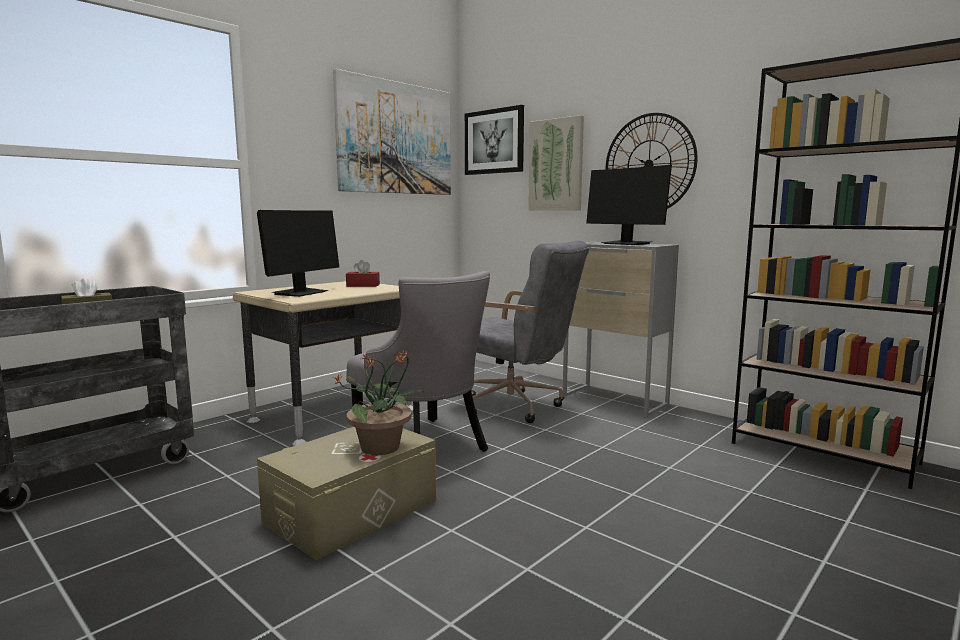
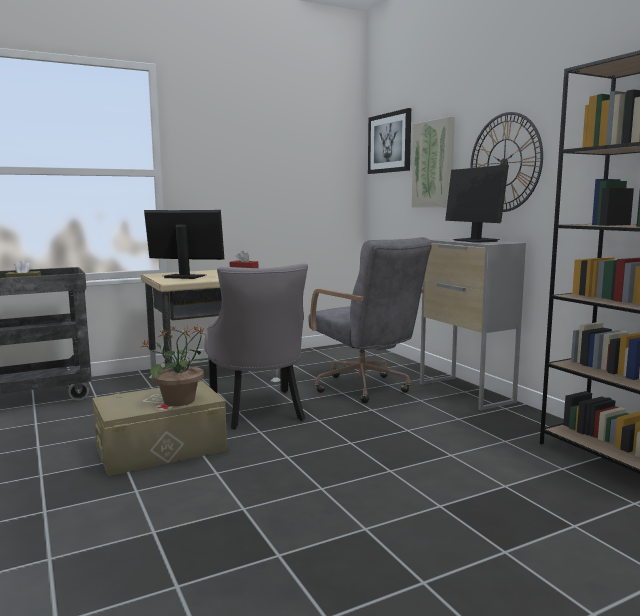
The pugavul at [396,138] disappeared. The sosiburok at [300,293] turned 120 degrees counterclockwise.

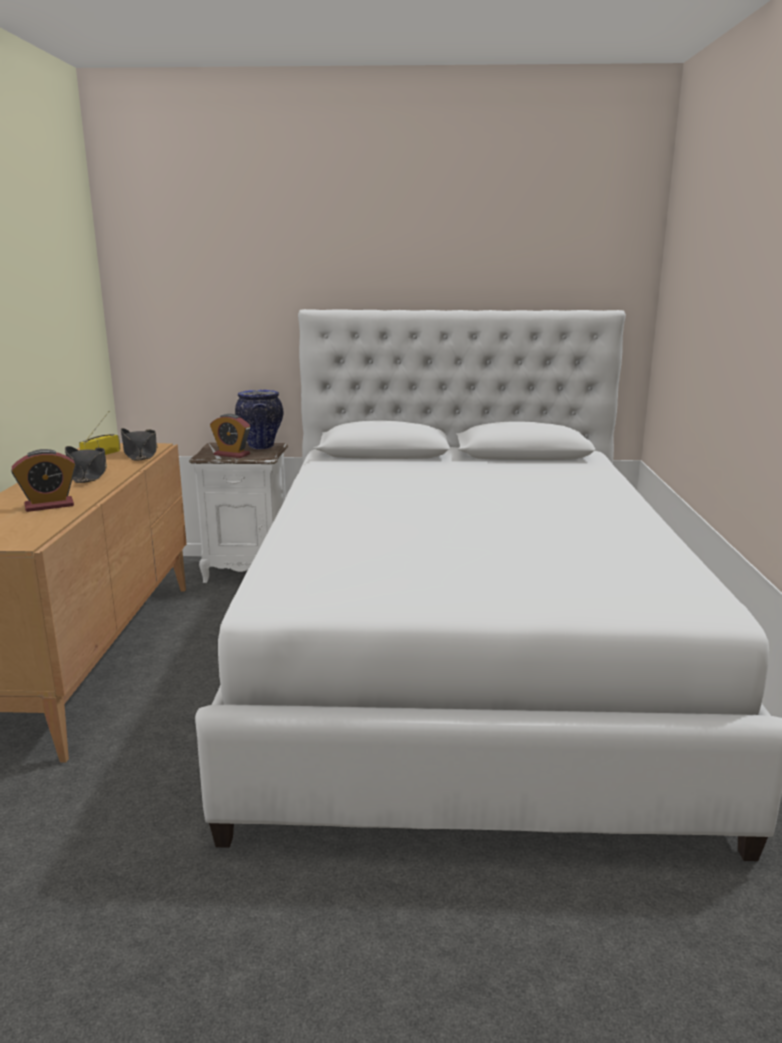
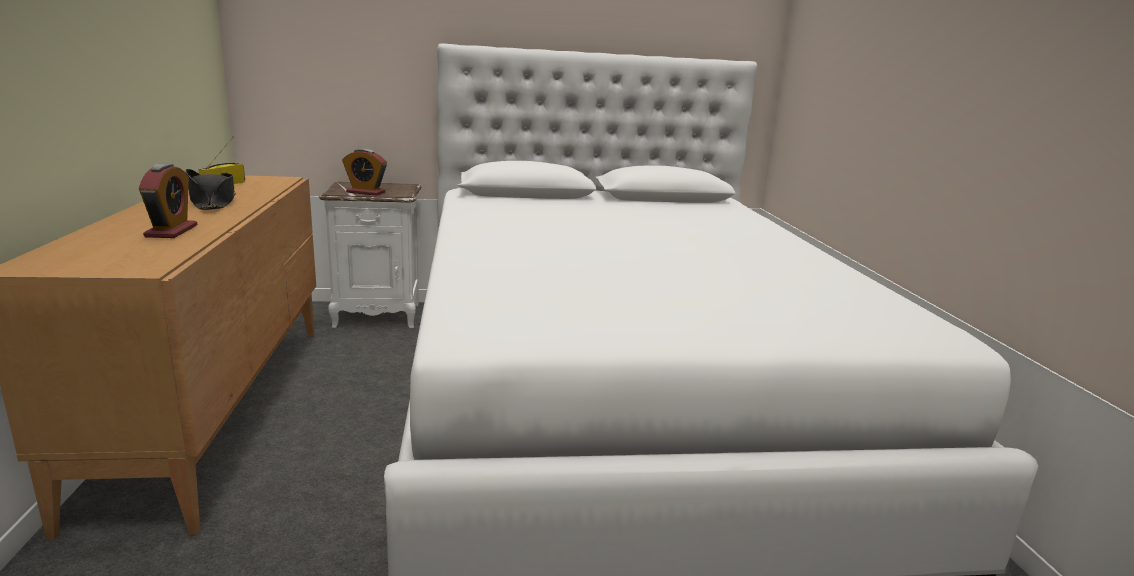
The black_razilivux at [140,453] disappeared. The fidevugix at [261,446] disappeared. The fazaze at [49,505] turned 60 degrees counterclockwise.

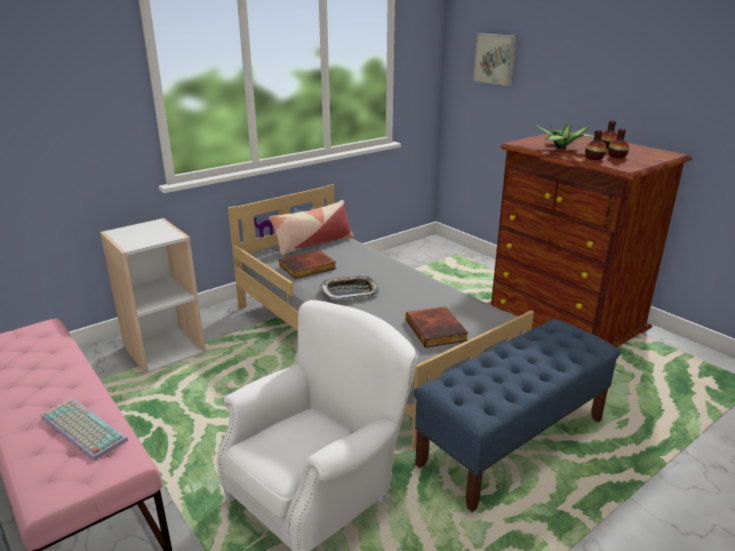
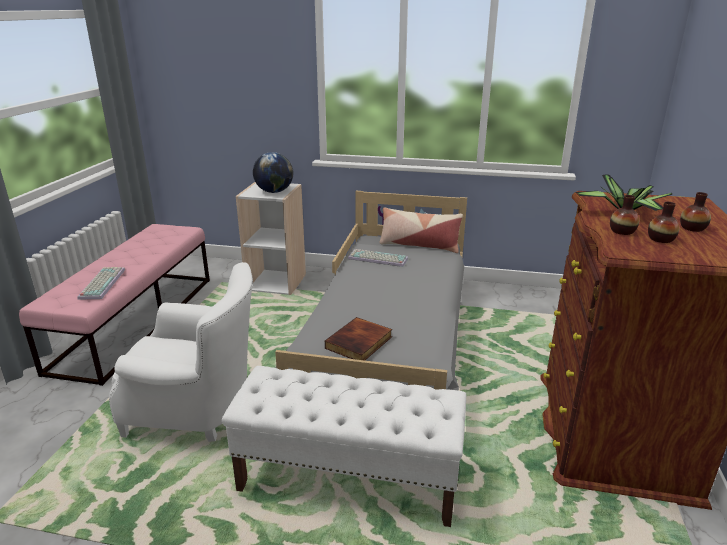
The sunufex at [349,291] disappeared. The pugavul at [496,59] disappeared. The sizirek at [274,192] appeared. The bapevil at [307,267] was replaced by the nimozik at [377,259]. The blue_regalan at [513,442] became the white_regalan at [349,478].

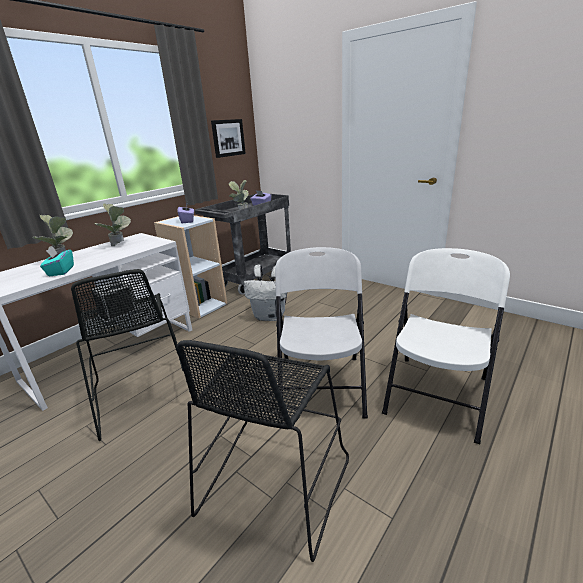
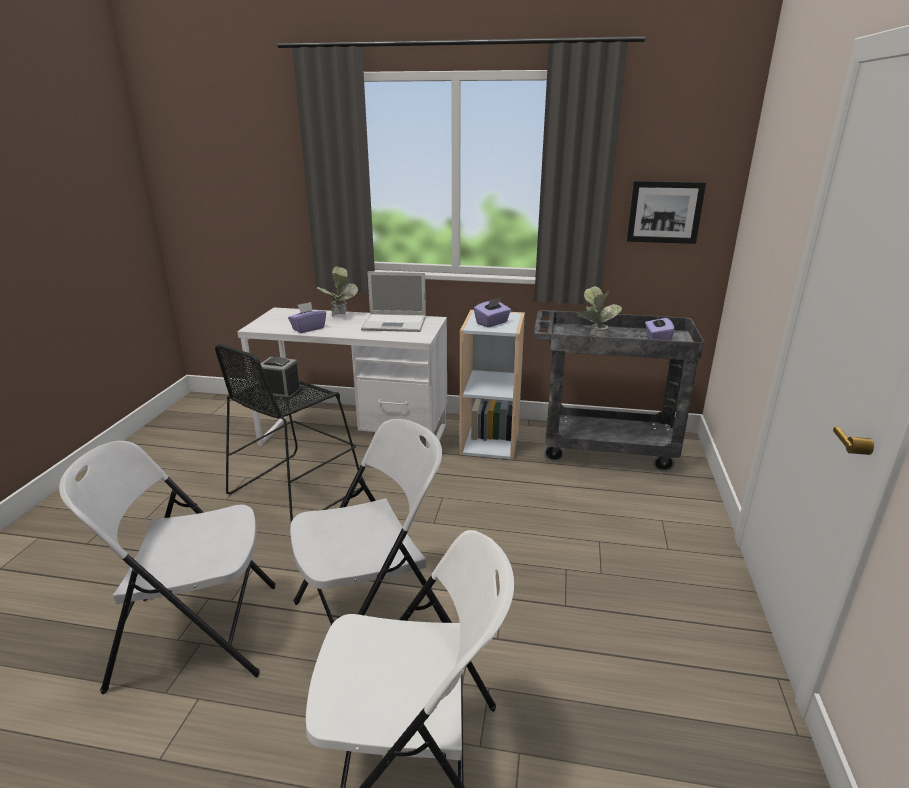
The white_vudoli at [270,316] disappeared. The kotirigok at [120,245] was replaced by the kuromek at [396,323]. The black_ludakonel at [273,483] was replaced by the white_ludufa at [197,633]. The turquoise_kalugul at [61,271] became the purple_kalugul at [308,328].

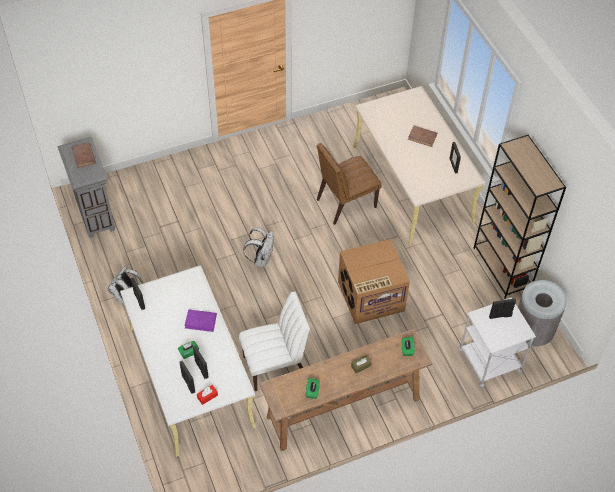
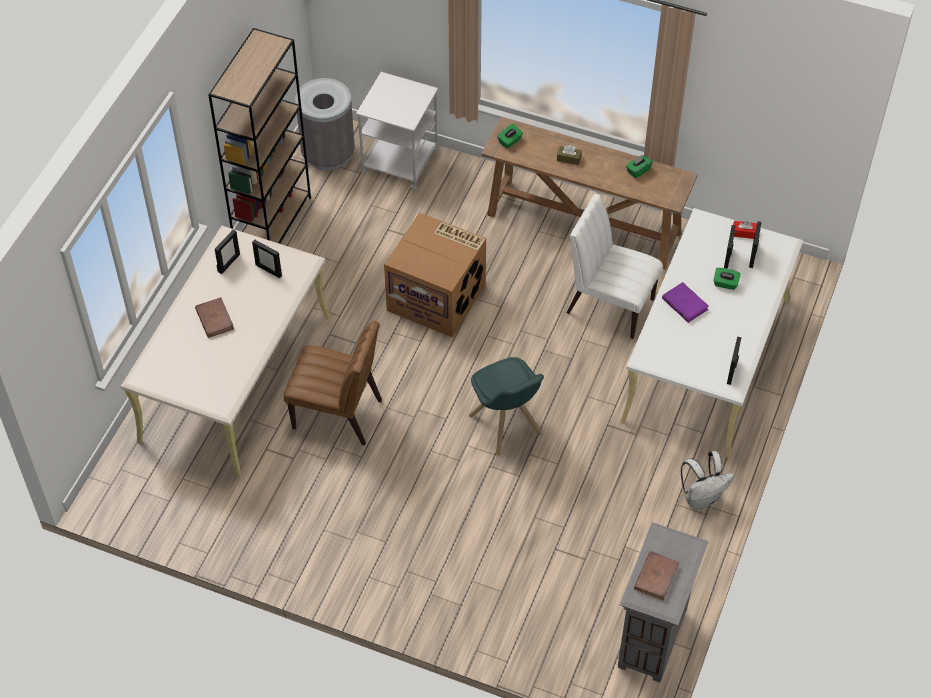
The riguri moved from [500,316] to [269,270]. The white_vudoli at [261,259] was replaced by the turquoise_ludufa at [506,424].

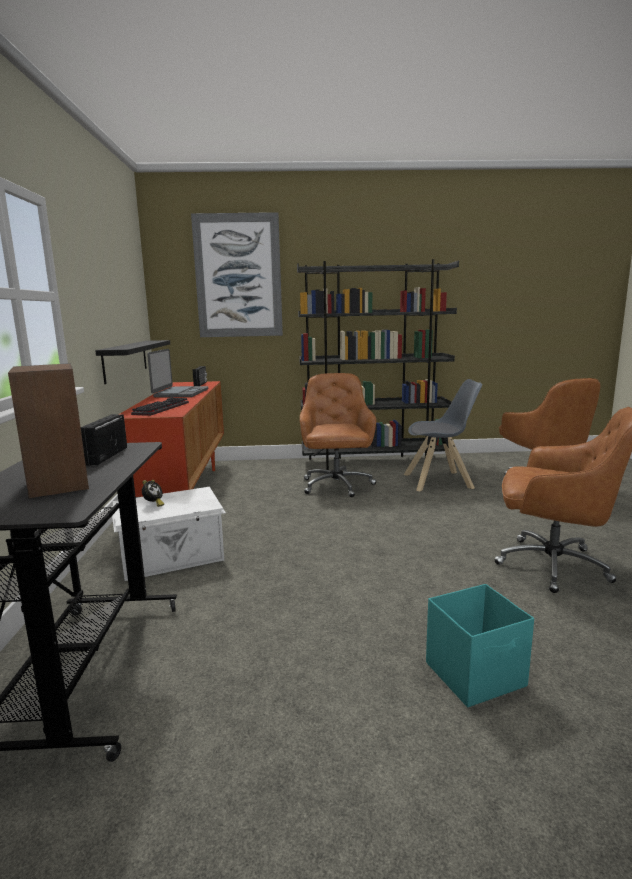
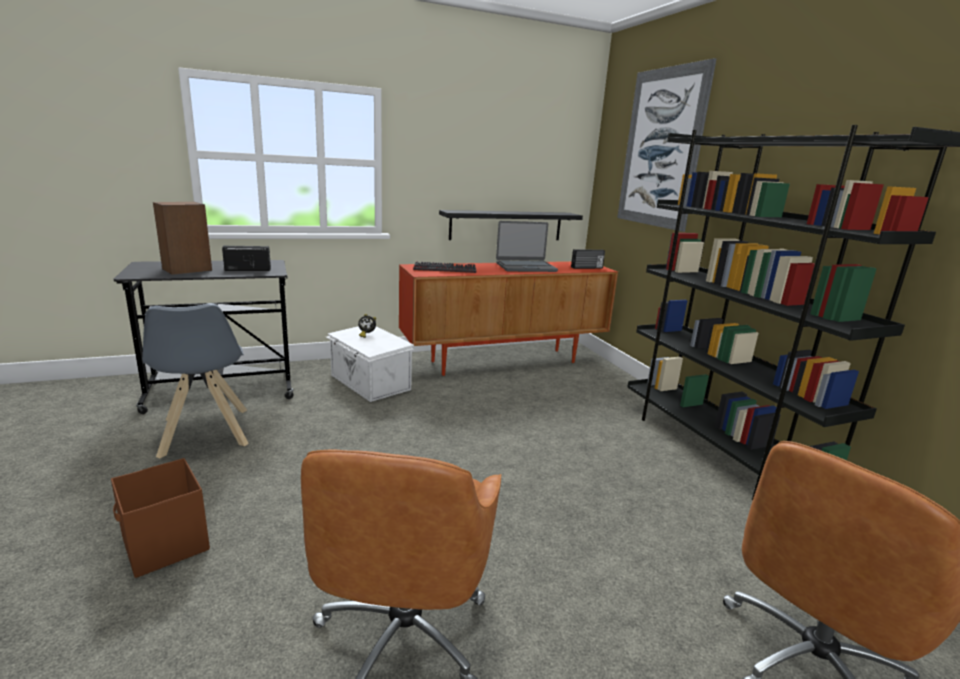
The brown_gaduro at [337,485] disappeared. The grey_ludufa moved from [440,481] to [205,434]. The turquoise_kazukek at [476,675] became the brown_kazukek at [165,545].

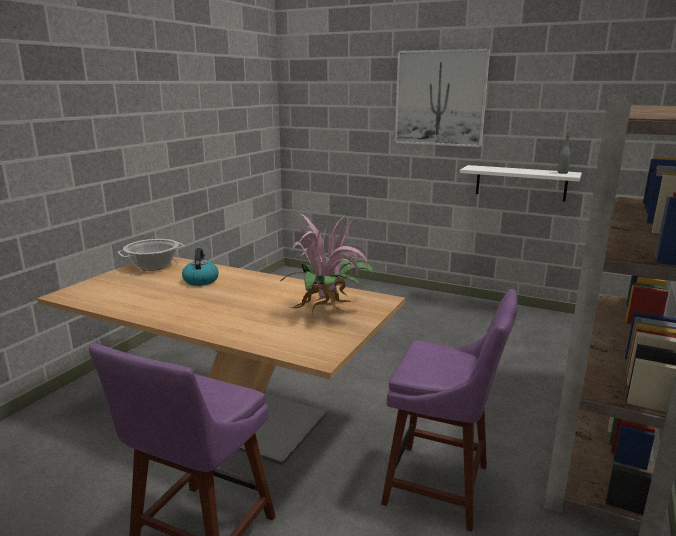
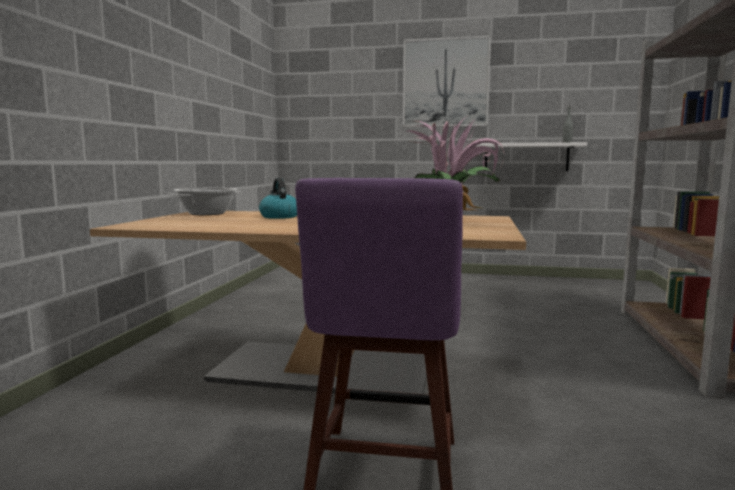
The purple_ludufa at [443,486] disappeared.

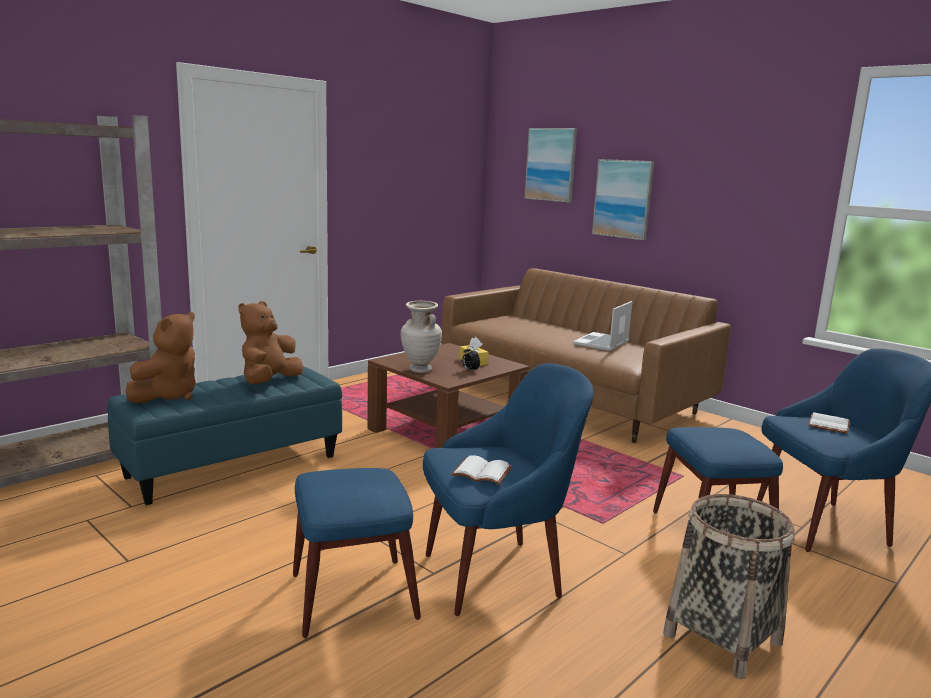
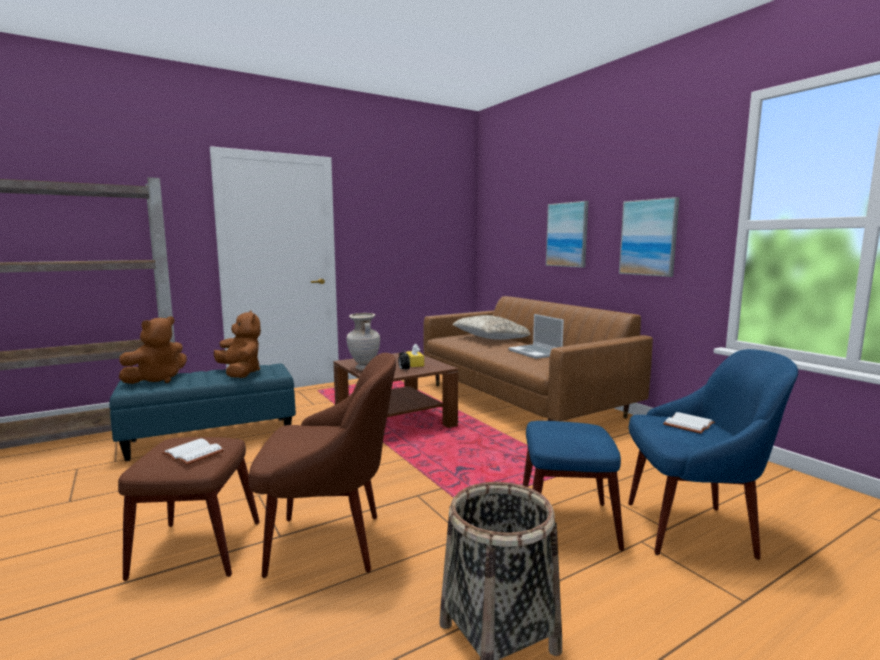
The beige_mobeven at [491,339] appeared. The white_bapevil moved from [480,473] to [191,454]. The pugavul moved from [551,164] to [648,237]. The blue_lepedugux at [445,583] became the brown_lepedugux at [281,546]. The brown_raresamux at [269,382] turned 105 degrees clockwise. The kuromek at [602,343] turned 75 degrees counterclockwise.

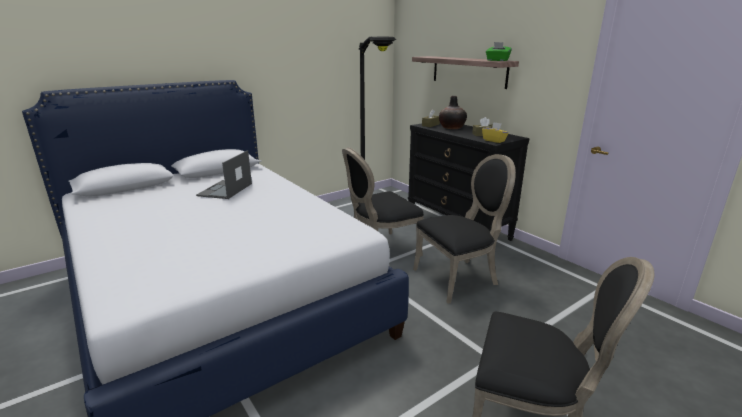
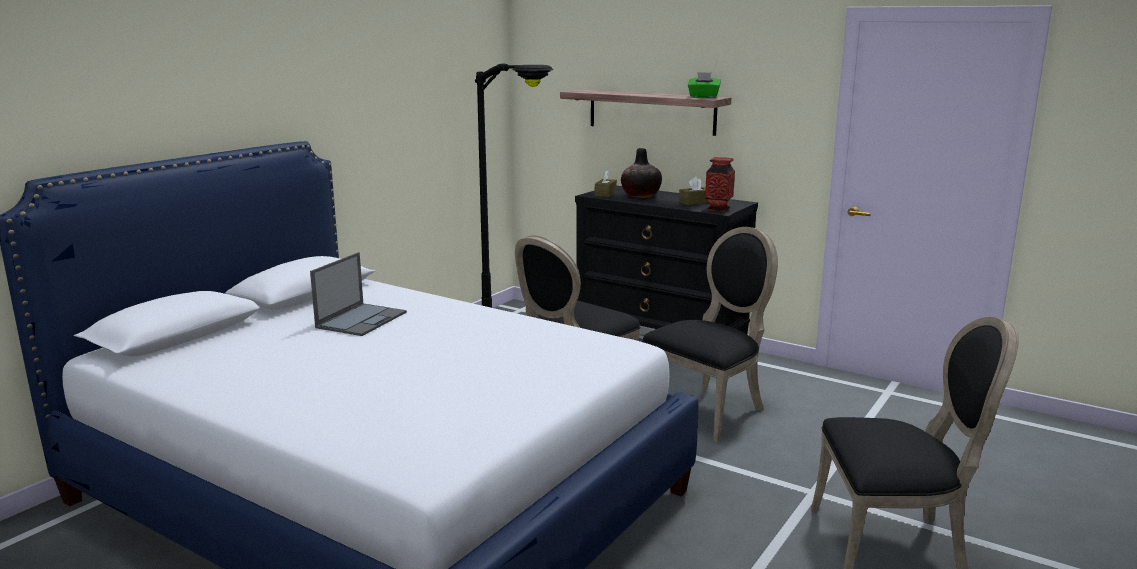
The yellow_kalugul at [494,140] was replaced by the fidevugix at [718,209]. The kuromek at [225,190] turned 150 degrees counterclockwise.

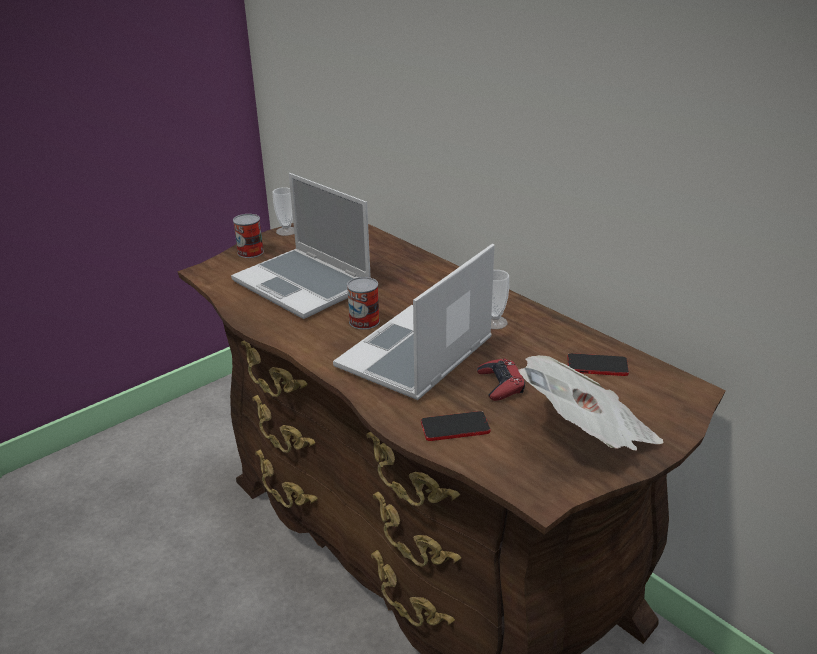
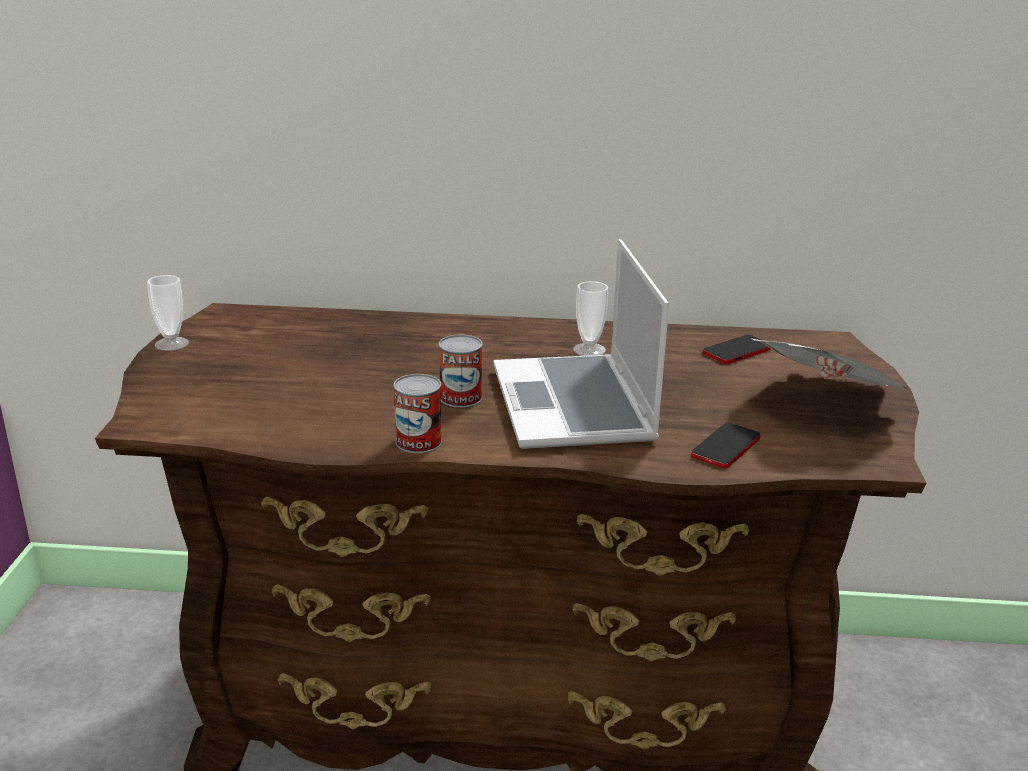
The kuromek at [304,285] disappeared. The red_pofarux at [500,384] disappeared. The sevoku moved from [250,252] to [418,441].

